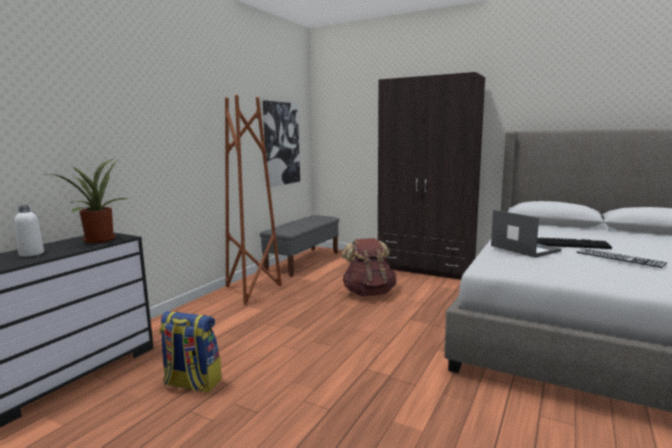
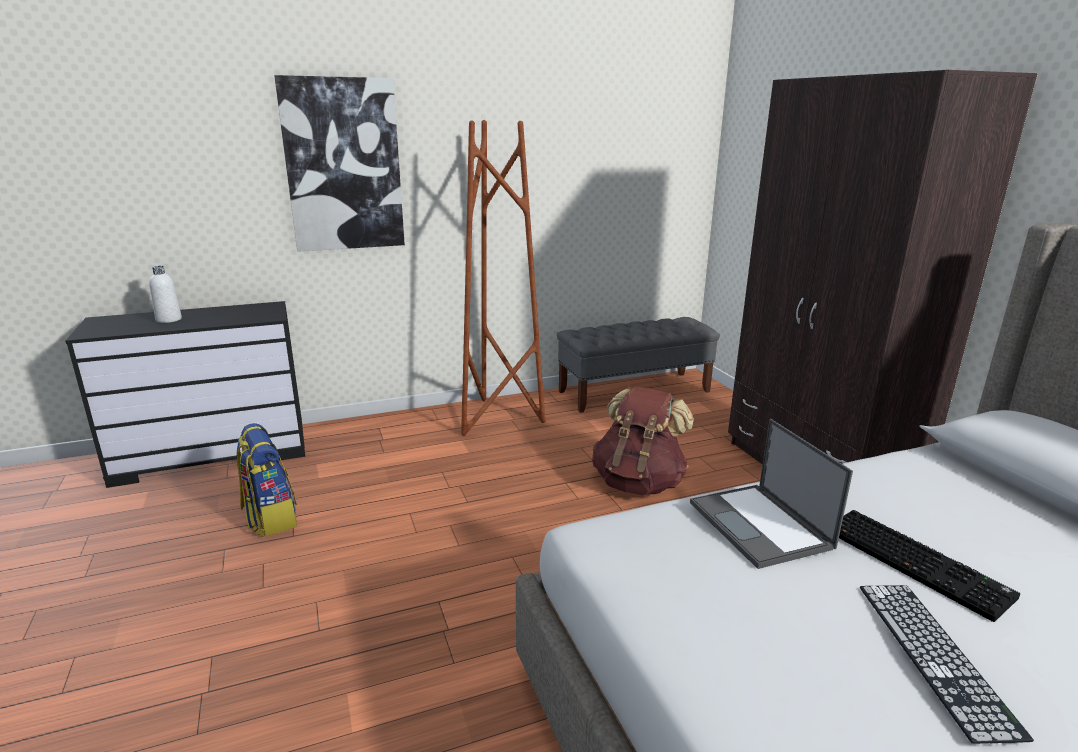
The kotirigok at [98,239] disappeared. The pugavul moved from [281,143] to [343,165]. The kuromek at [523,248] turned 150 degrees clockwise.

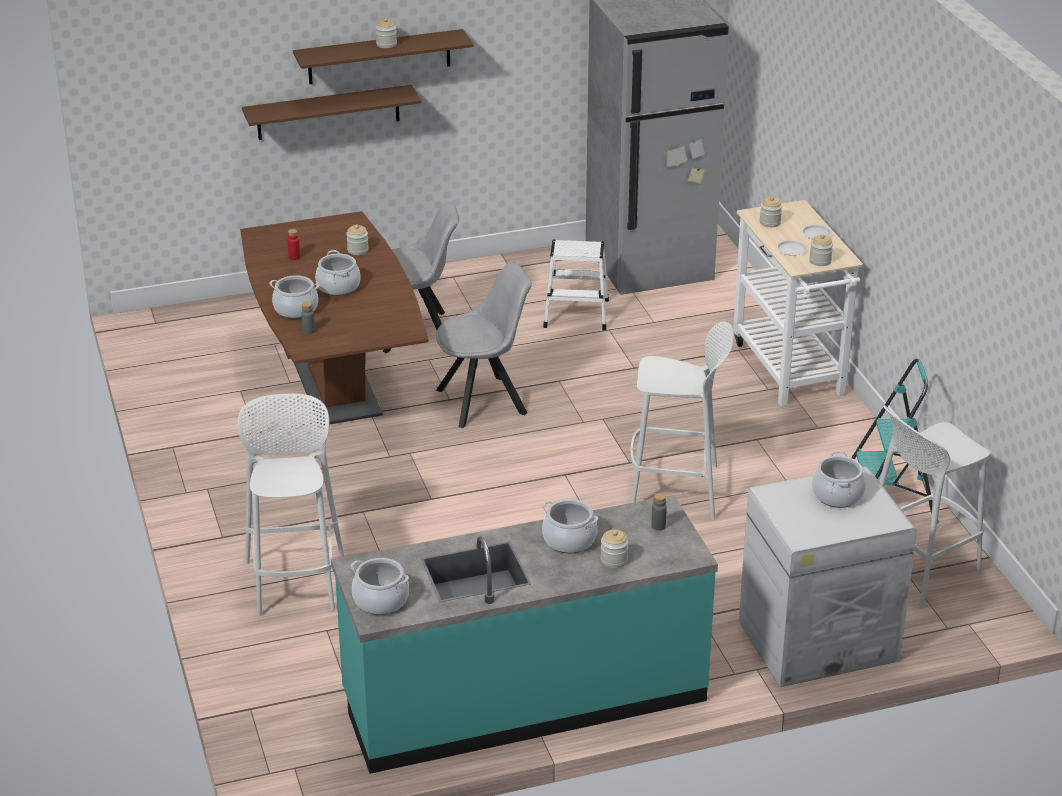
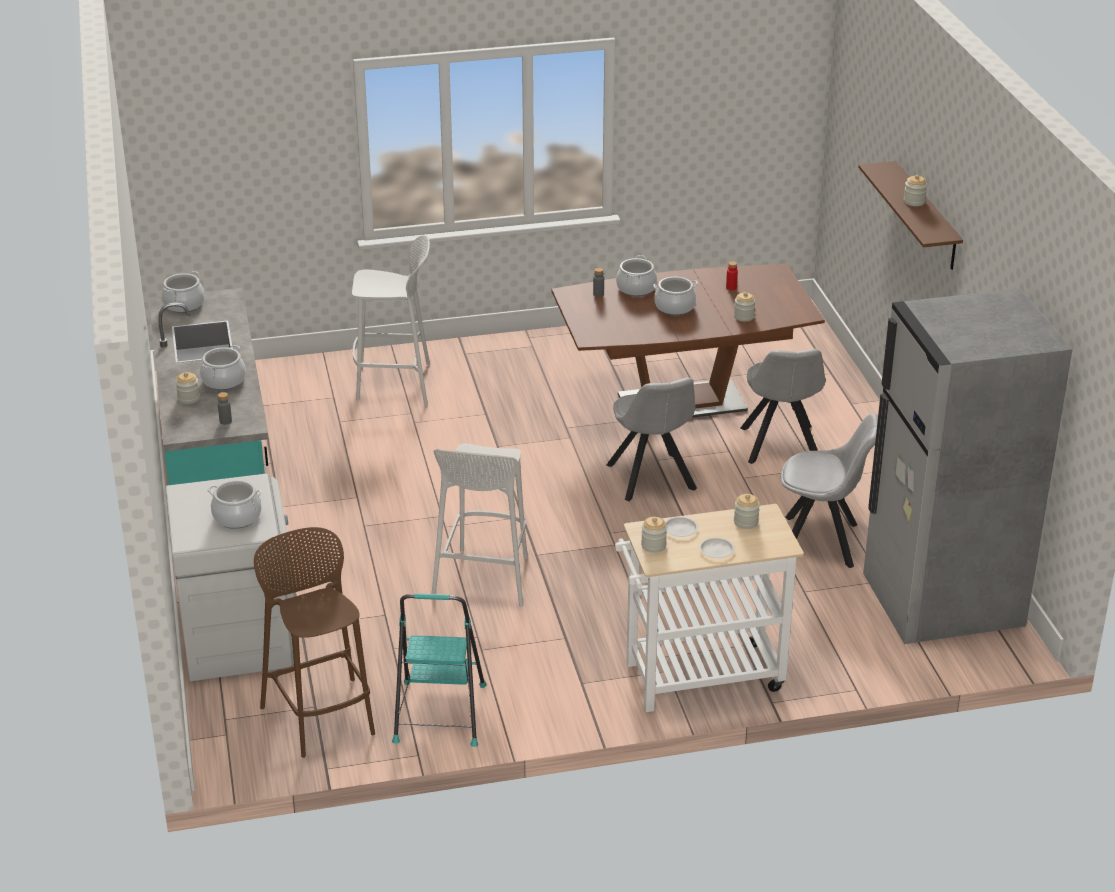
The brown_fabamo at [328,112] disappeared. The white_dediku at [576,313] was replaced by the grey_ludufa at [822,542]. The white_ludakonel at [920,568] became the brown_ludakonel at [321,717].

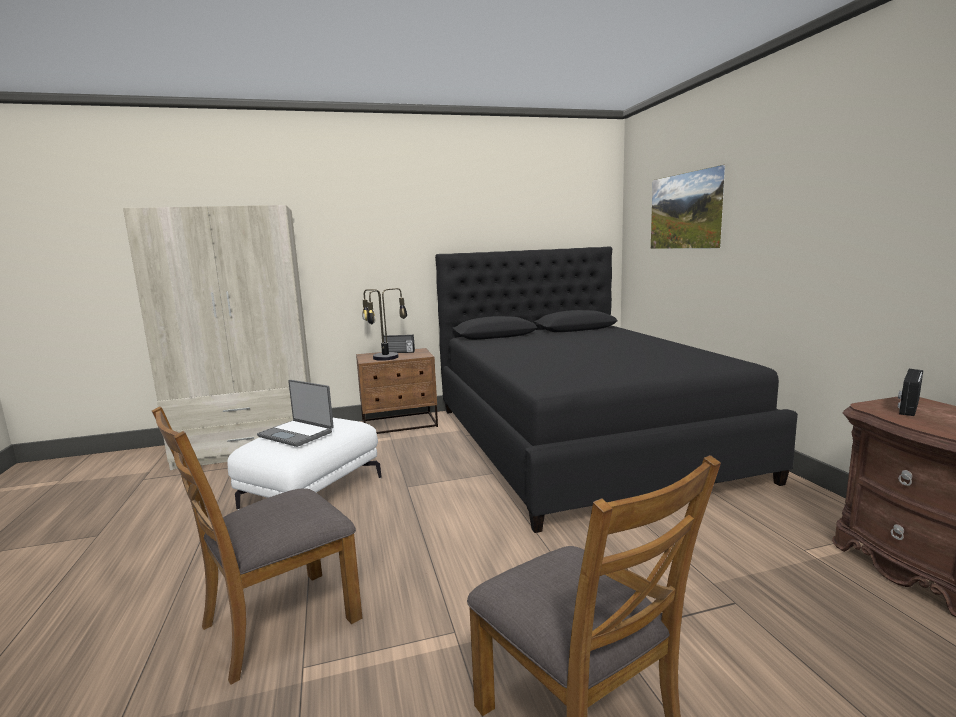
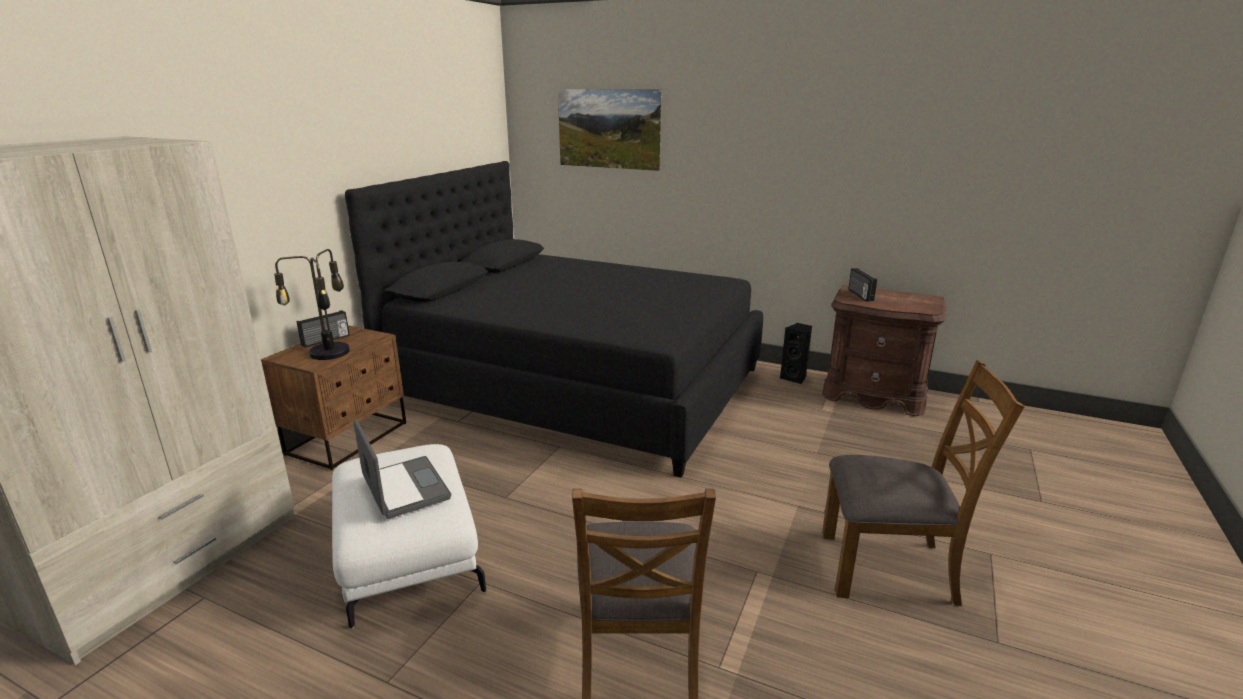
The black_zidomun at [795,378] appeared. The kuromek at [297,434] turned 105 degrees counterclockwise.

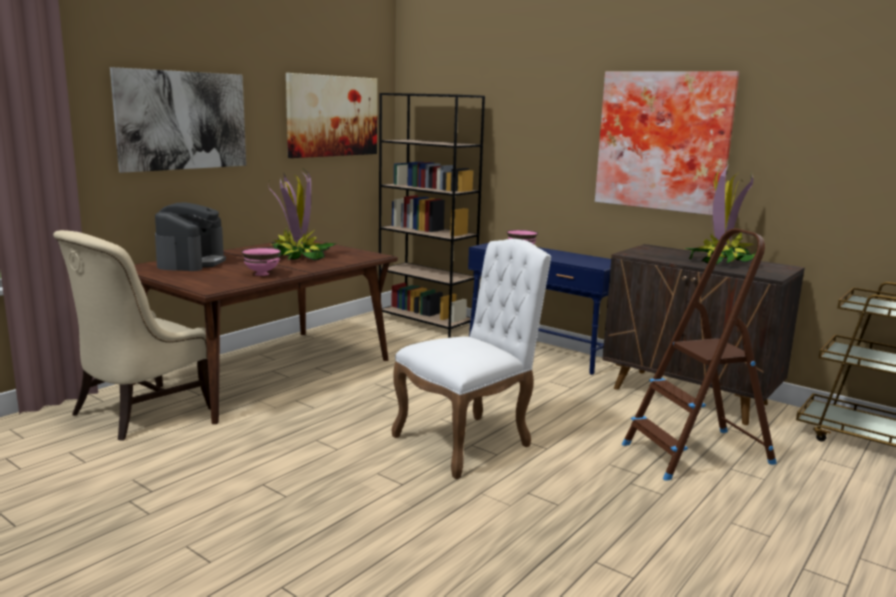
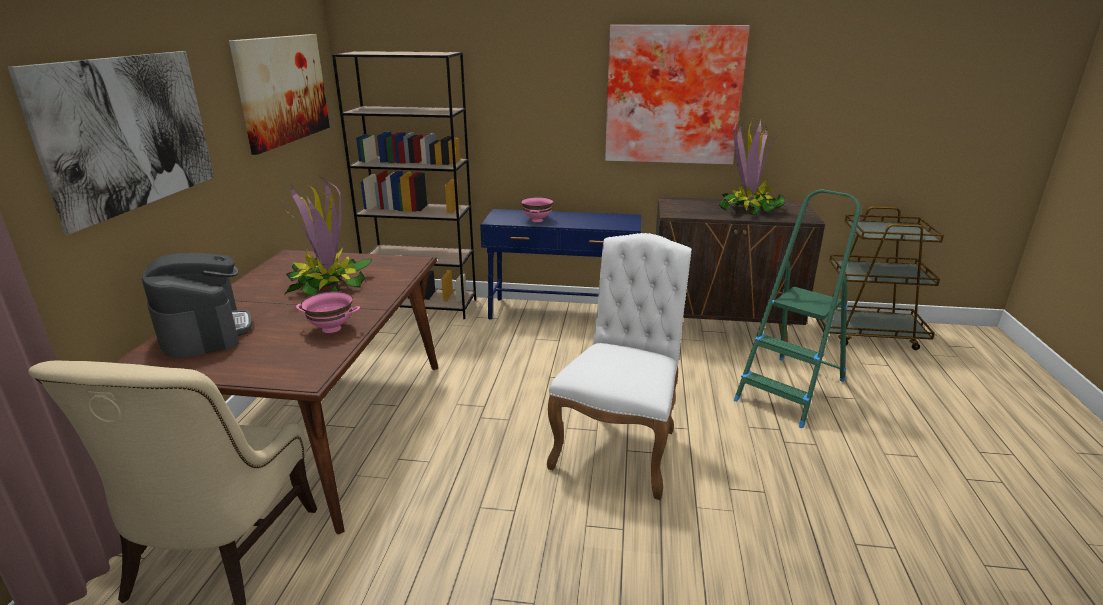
The brown_dediku at [696,454] became the green_dediku at [790,390].

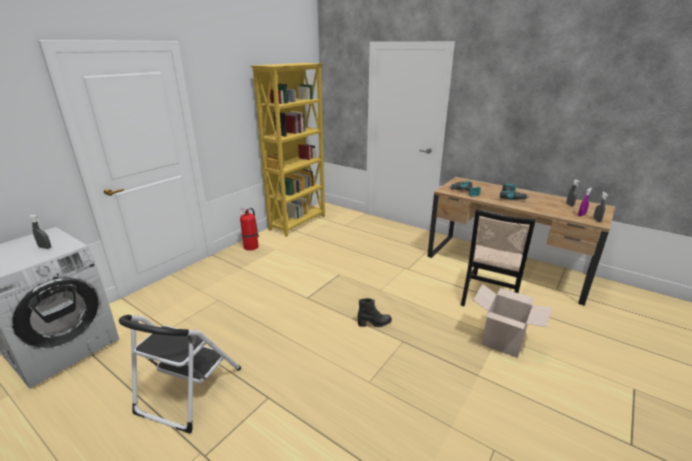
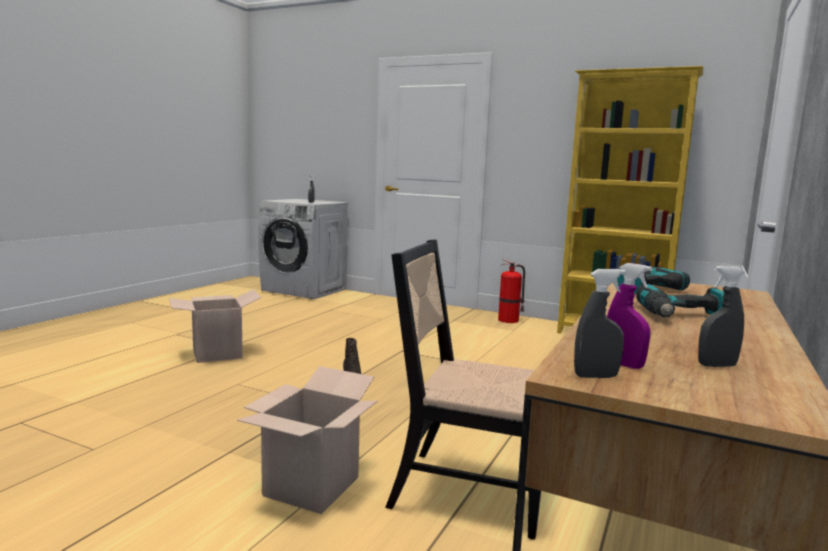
The dediku at [187,392] disappeared. The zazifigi at [217,354] appeared.

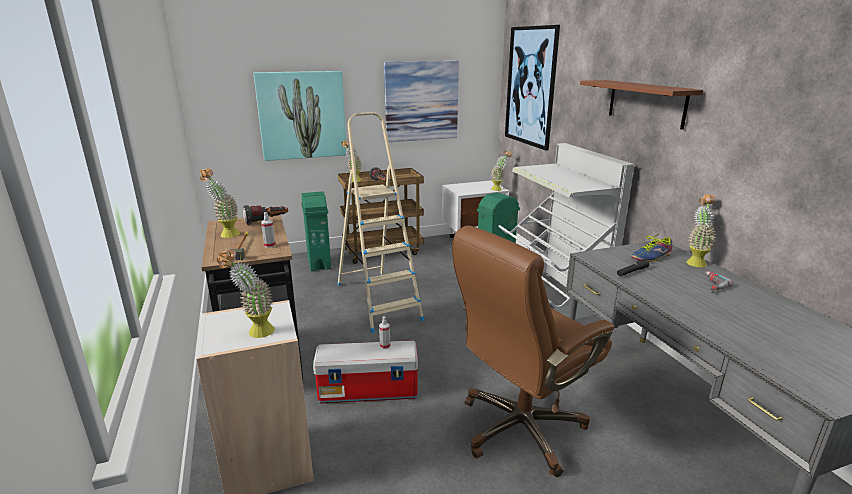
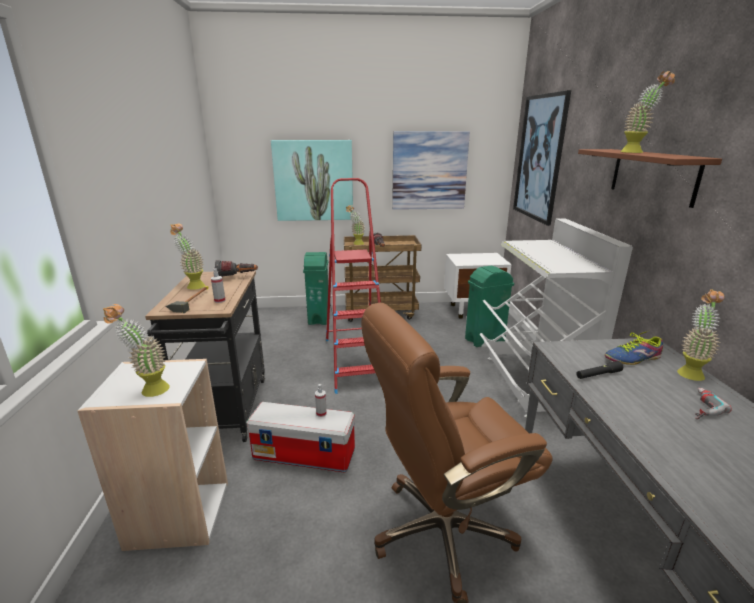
The kotirigok moved from [499,189] to [637,152]. The beige_dediku at [378,301] became the red_dediku at [355,361].

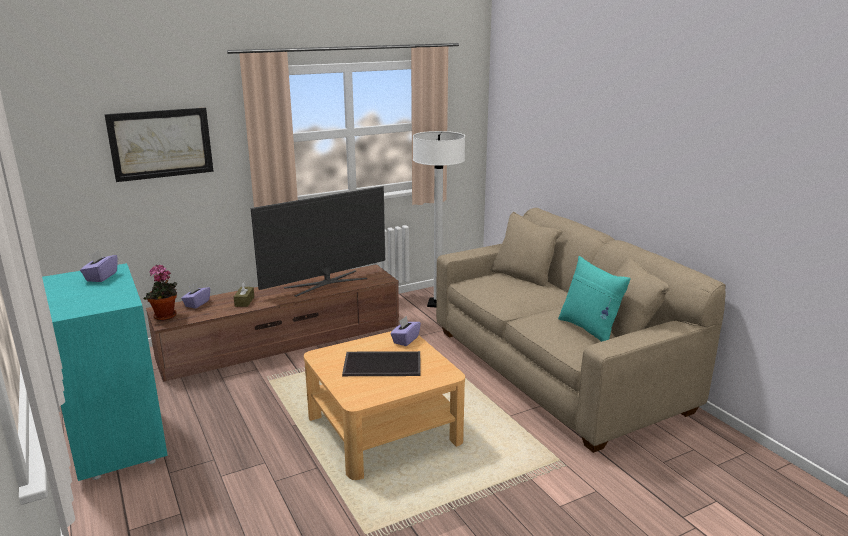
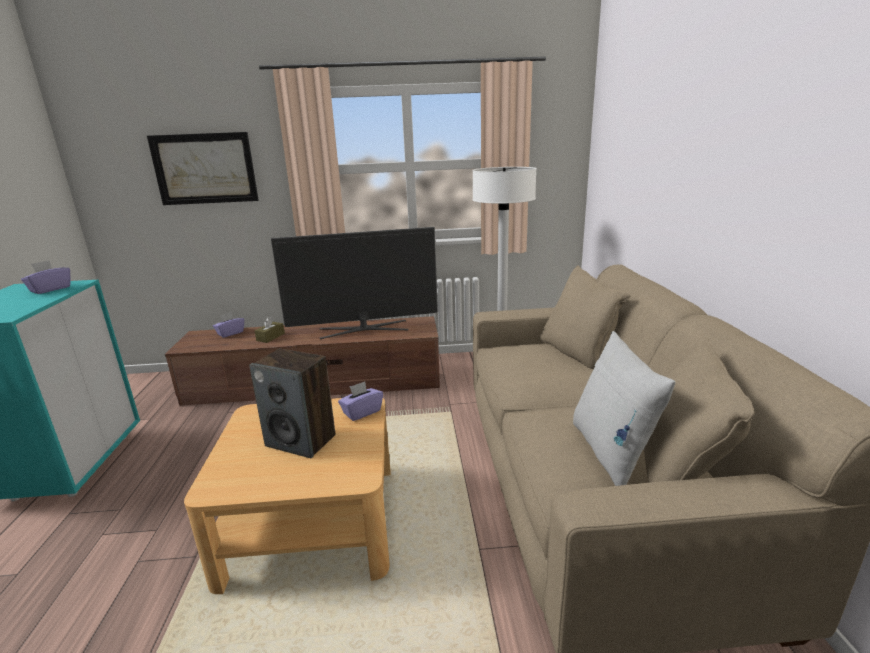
The kotirigok at [165,317] disappeared. The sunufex at [383,364] was replaced by the zidomun at [301,441]. The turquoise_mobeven at [589,330] became the grey_mobeven at [610,453].

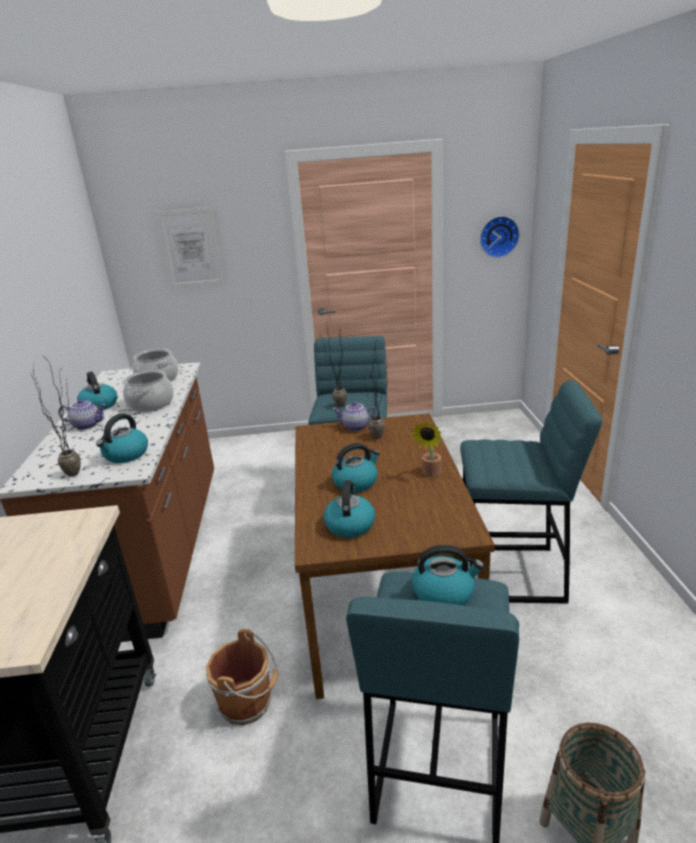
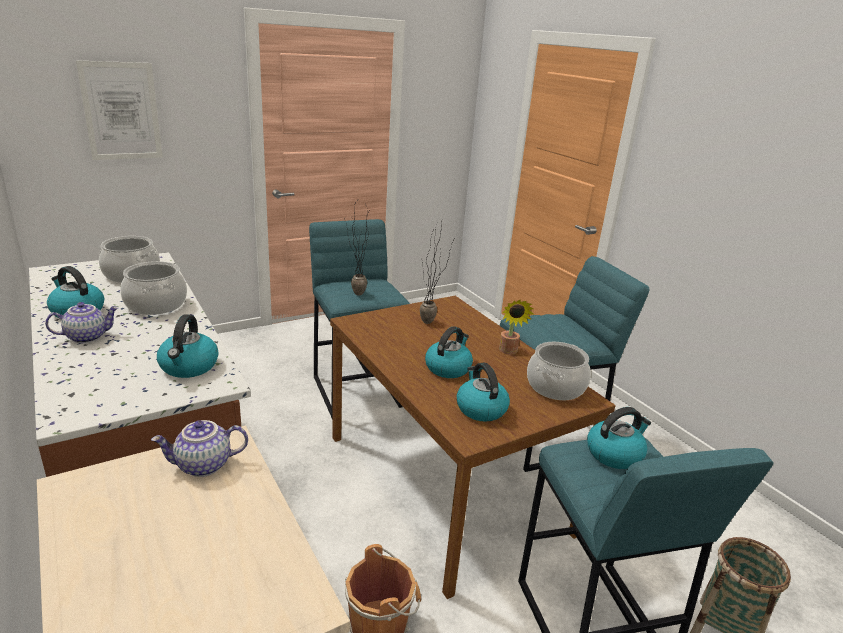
The kotirigok at [80,472] disappeared. The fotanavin at [498,236] disappeared. The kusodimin at [555,386] appeared. The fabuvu moved from [355,427] to [203,466].

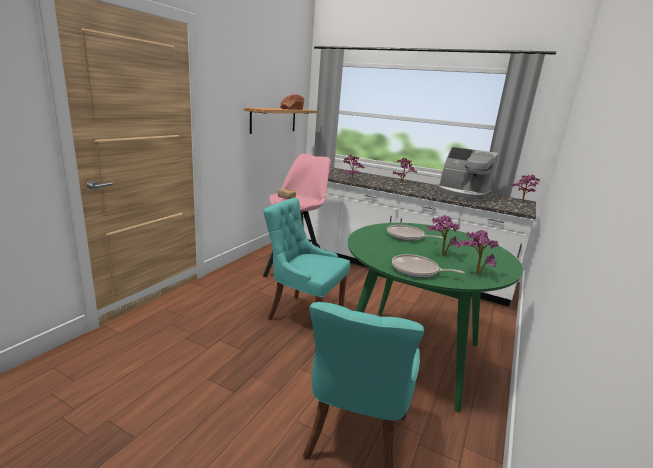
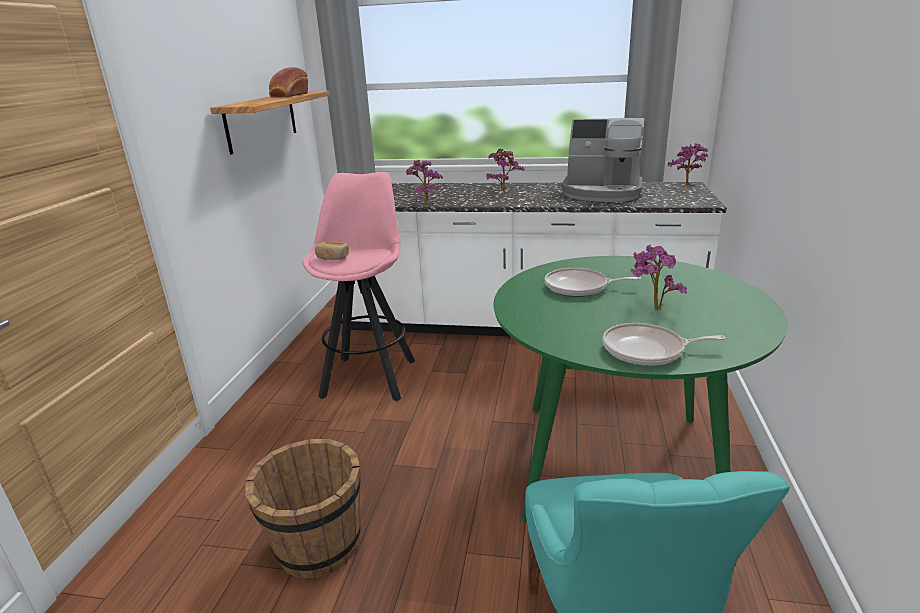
The turquoise_ludufa at [303,314] disappeared. The kotirigok at [474,273] disappeared. The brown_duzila at [317,546] appeared.

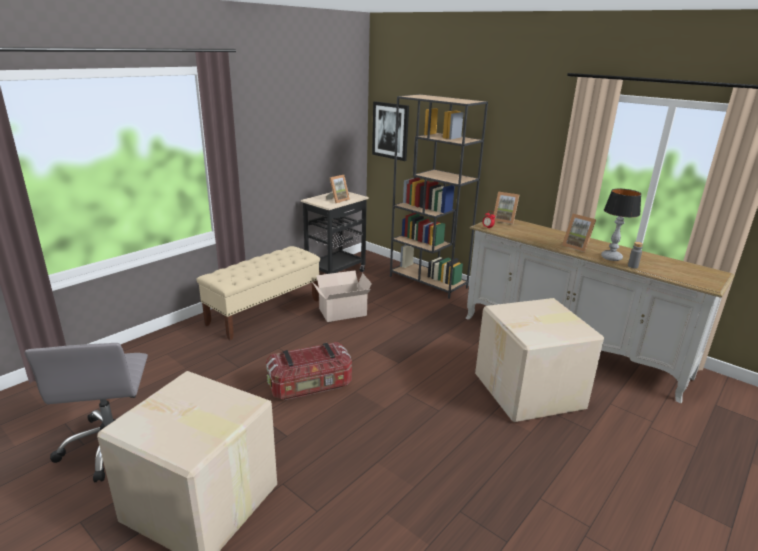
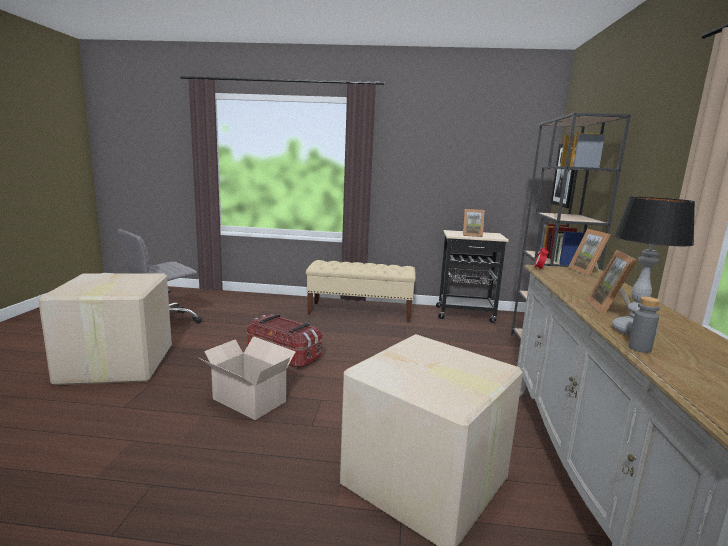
The zazifigi moved from [341,312] to [248,399].

